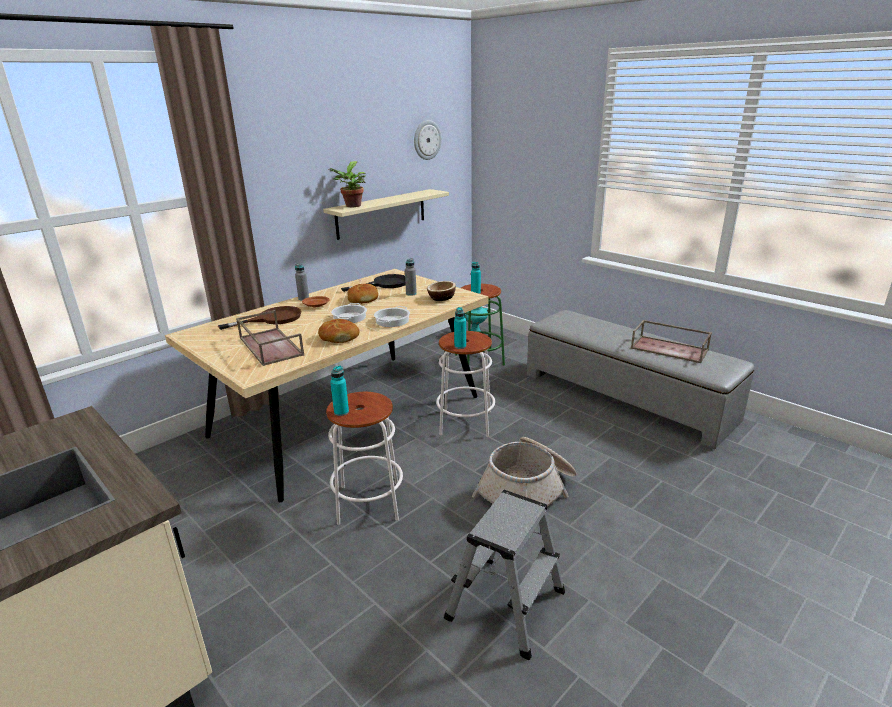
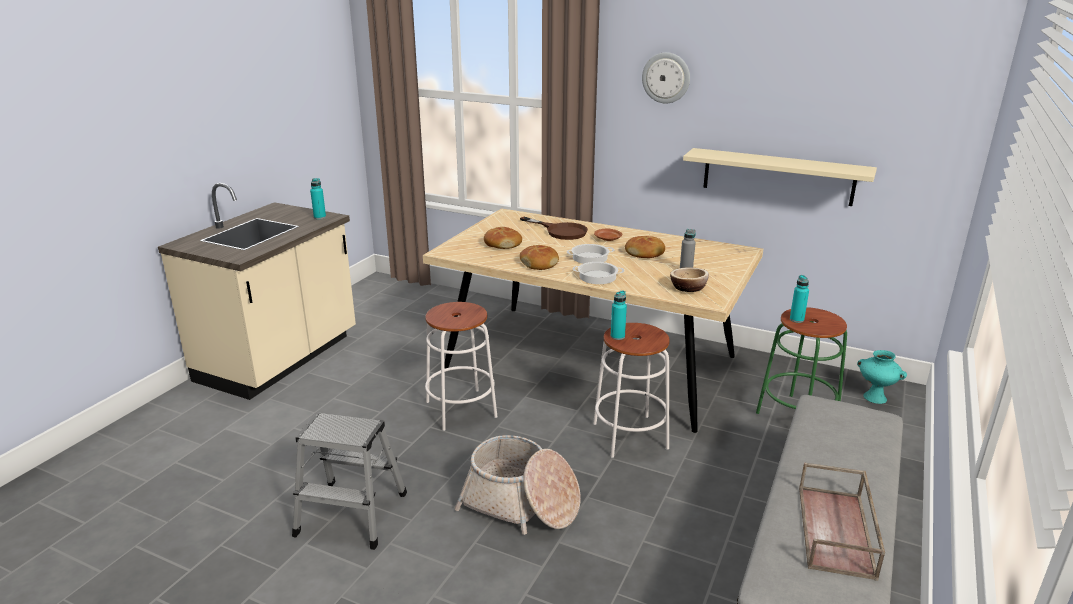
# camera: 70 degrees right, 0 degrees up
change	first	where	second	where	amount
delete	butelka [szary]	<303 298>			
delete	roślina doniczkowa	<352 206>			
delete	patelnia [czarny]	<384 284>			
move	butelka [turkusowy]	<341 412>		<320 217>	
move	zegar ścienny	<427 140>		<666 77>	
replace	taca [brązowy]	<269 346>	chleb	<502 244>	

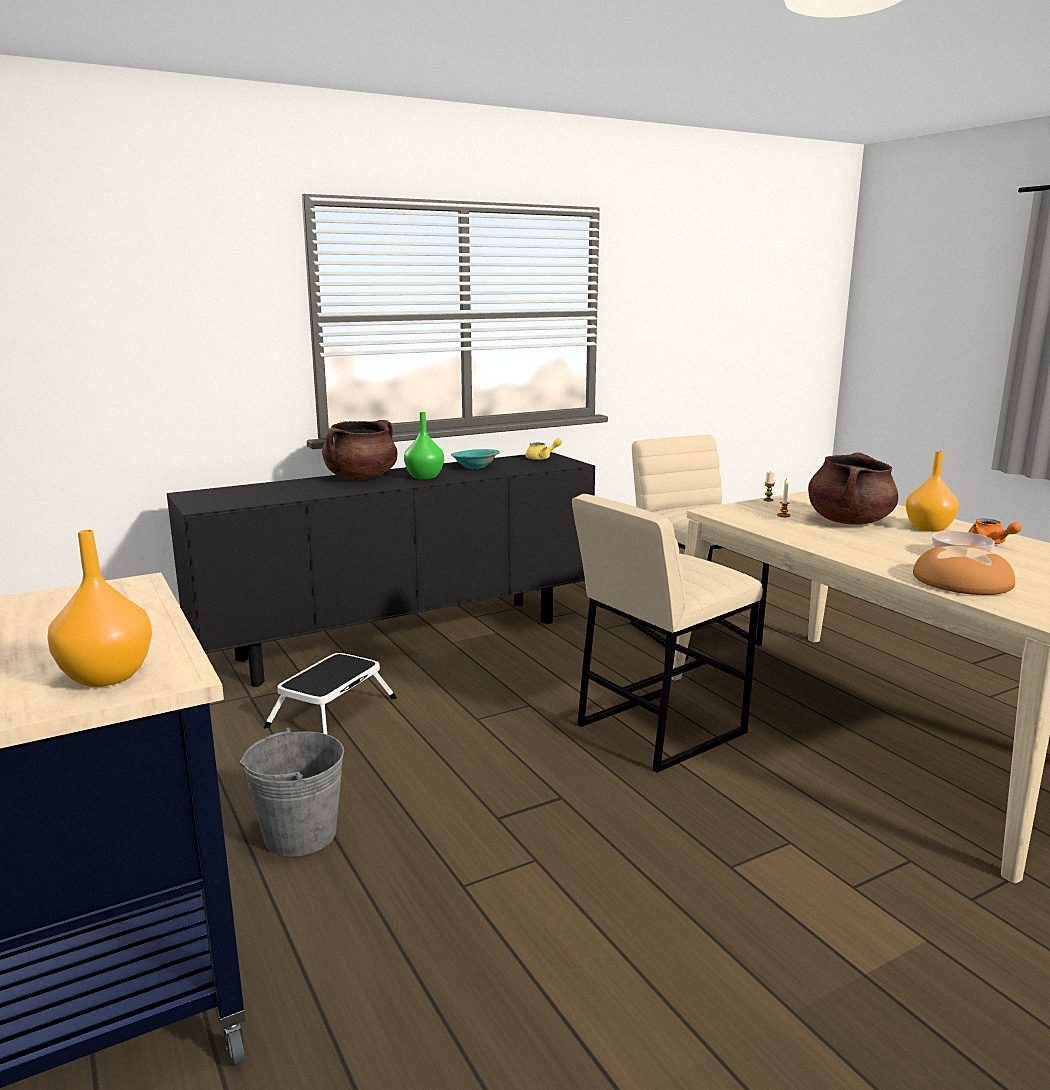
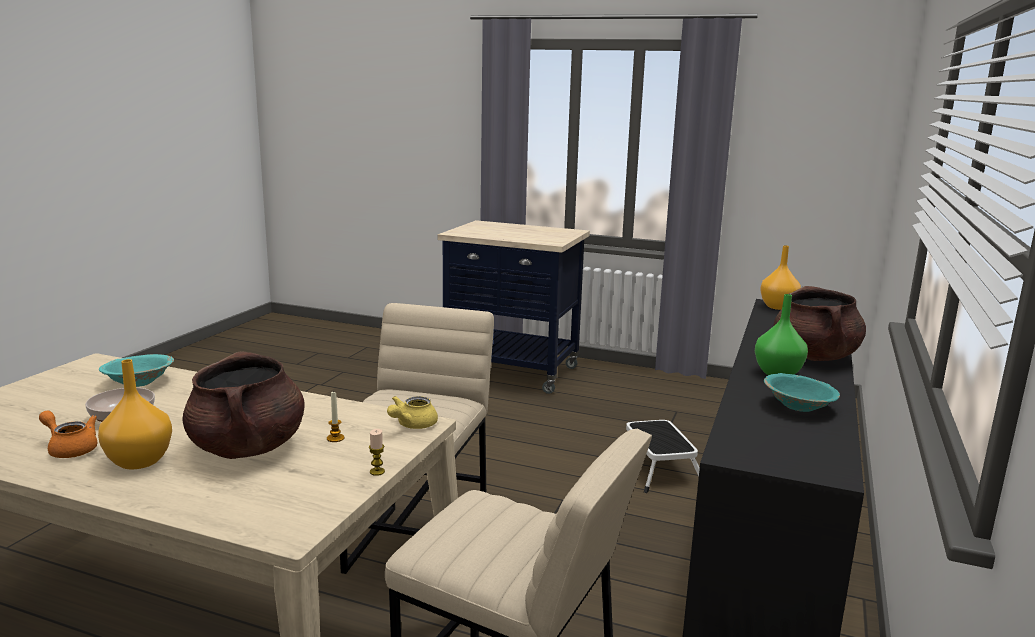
# camera: 140 degrees right, 0 degrees up
change	first	where	second	where	amount
delete	wiadro [szary]	<300 834>			
move	wazon [pomarańczowy]	<105 677>		<777 307>	
move	imbryk [żółty]	<542 458>		<412 425>	
replace	chleb	<963 581>	miska [turkusowy]	<139 382>	

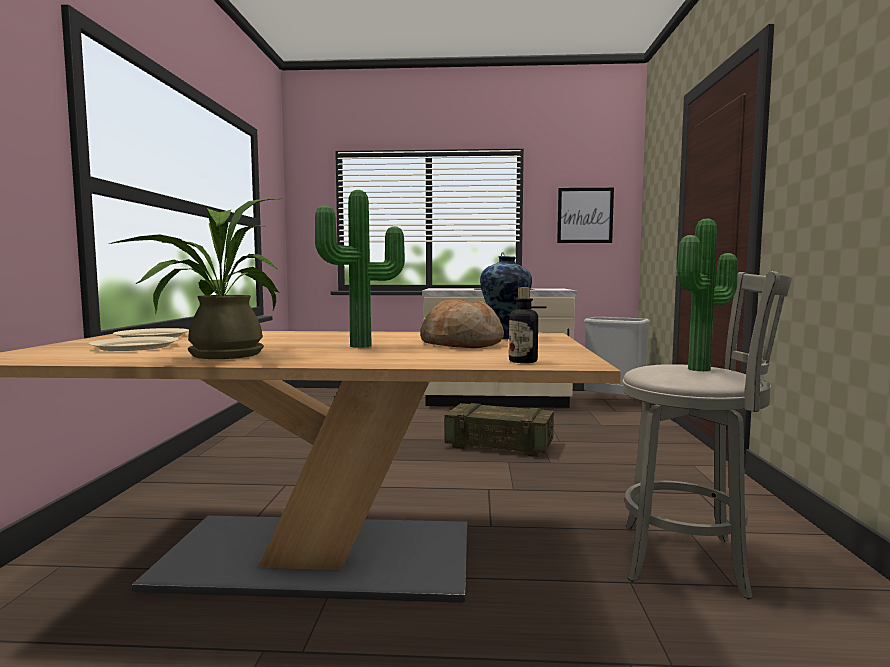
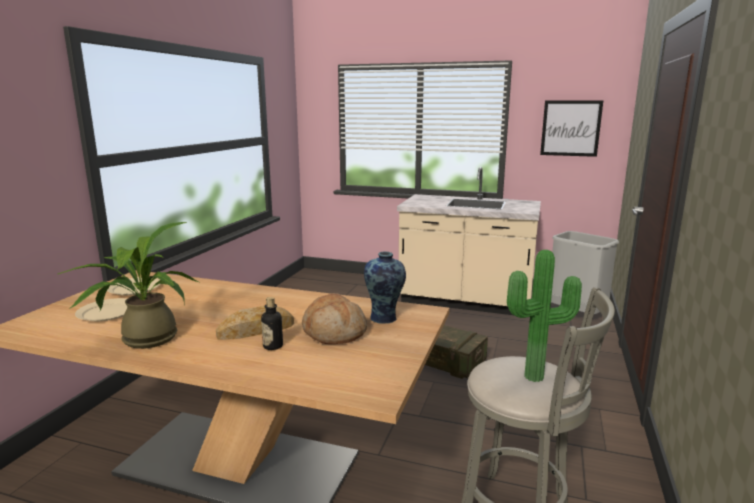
# camera: 15 degrees right, 10 degrees up
change	first	where	second	where	amount
move	butelka	<523 361>		<273 346>	
replace	roślina doniczkowa	<363 346>	chleb	<256 330>	

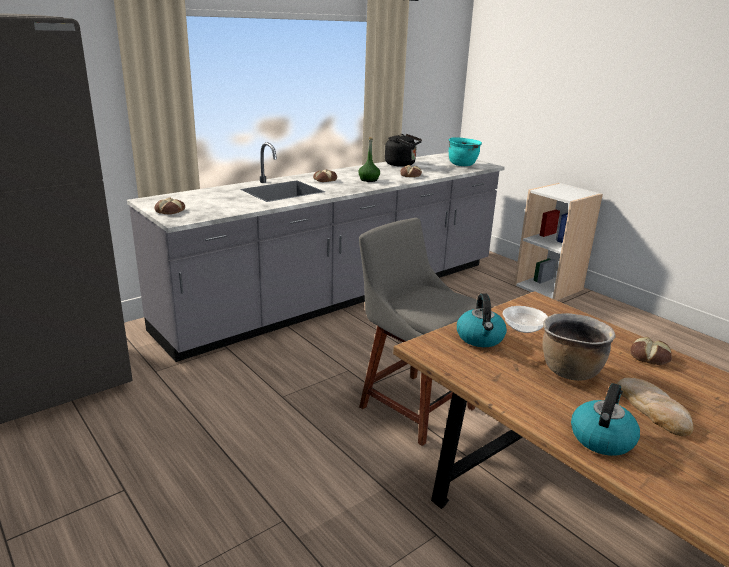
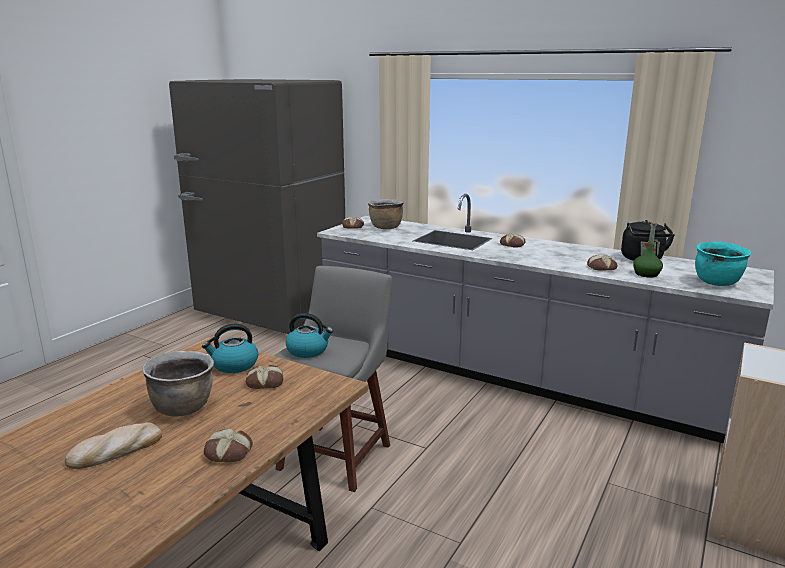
# camera: 70 degrees right, 5 degrees down
change	first	where	second	where	amount
insert			garnek [brązowy]	<385 227>	
move	butelka [zielony]	<369 180>		<646 274>	
move	czajnik	<601 438>		<308 350>	
replace	miska	<523 328>	chleb	<265 382>	

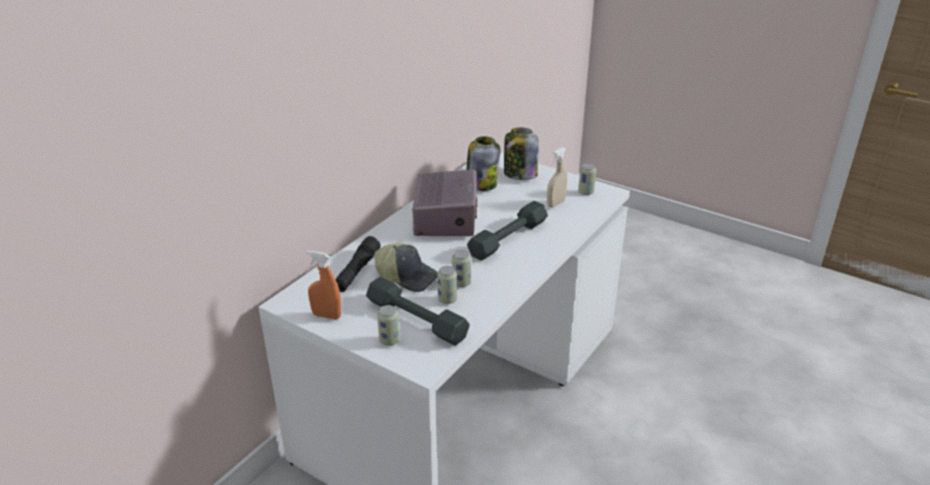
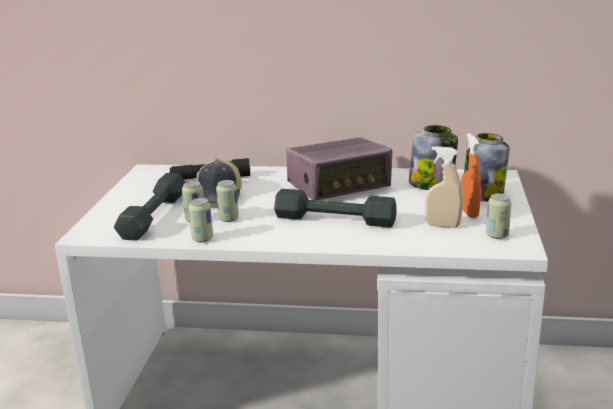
# camera: 65 degrees right, 10 degrees down
change	first	where	second	where	amount
move	spryskiwacz [pomarańczowy]	<326 315>		<469 213>	
move	puszka	<389 340>		<202 239>	

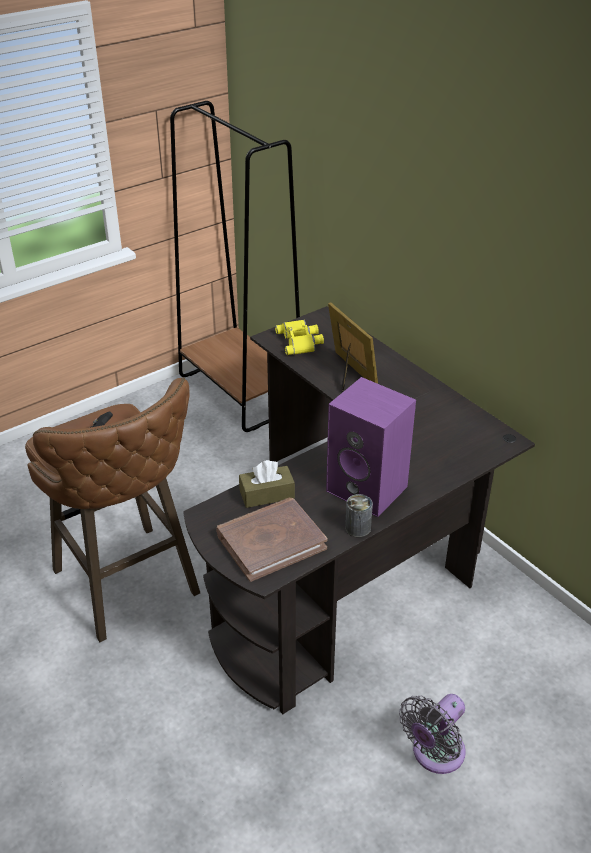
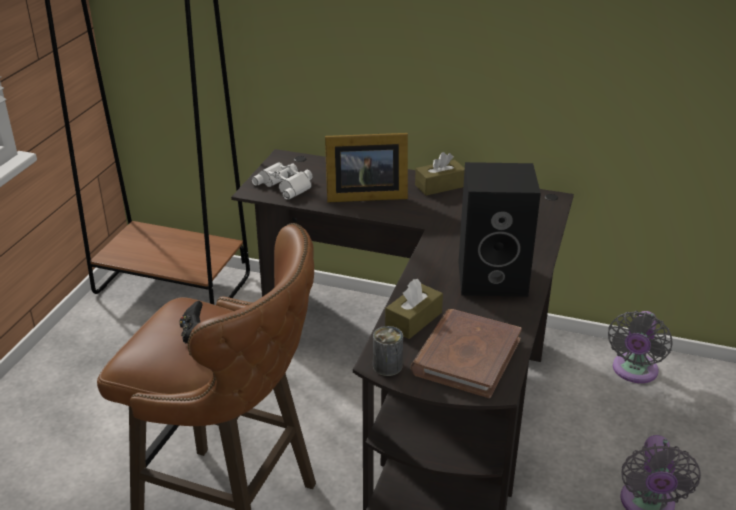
# camera: 35 degrees left, 5 degrees down
change	first	where	second	where	amount
insert			pudełko chusteczek [brązowy]	<440 186>	
insert			wentylator [szary]	<633 371>	
move	puszka	<358 528>		<387 366>	
recolor	lornetka [żółty]	<300 341>	lornetka [biały]	<286 184>	
recolor	głośnik [fioletowy]	<369 489>	głośnik [czarny]	<494 278>	
rotate	ramka na zdjęcie	<349 373>		<363 195>	150 degrees clockwise

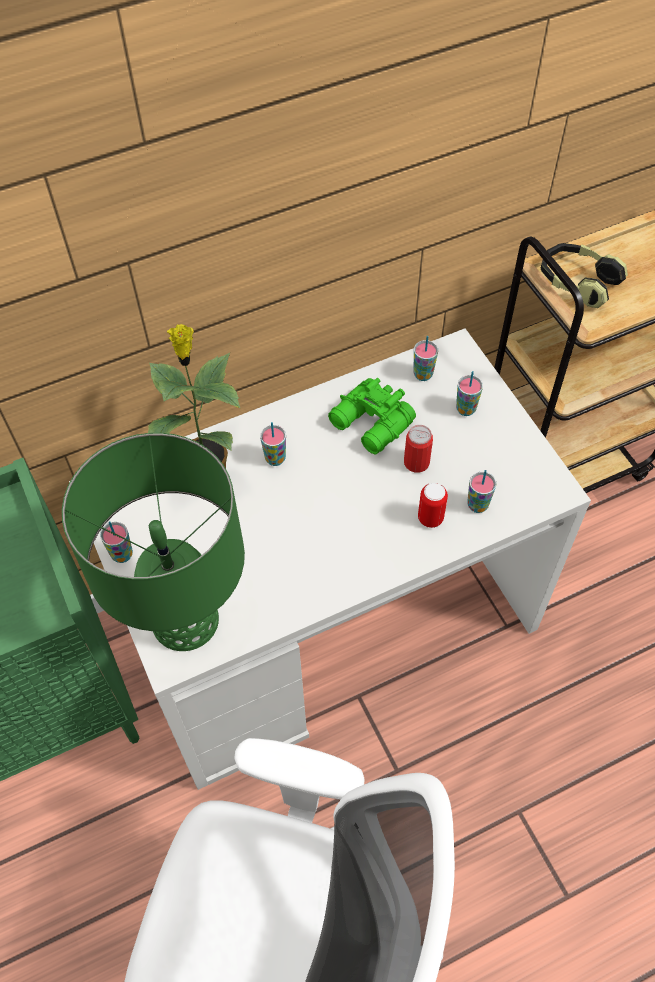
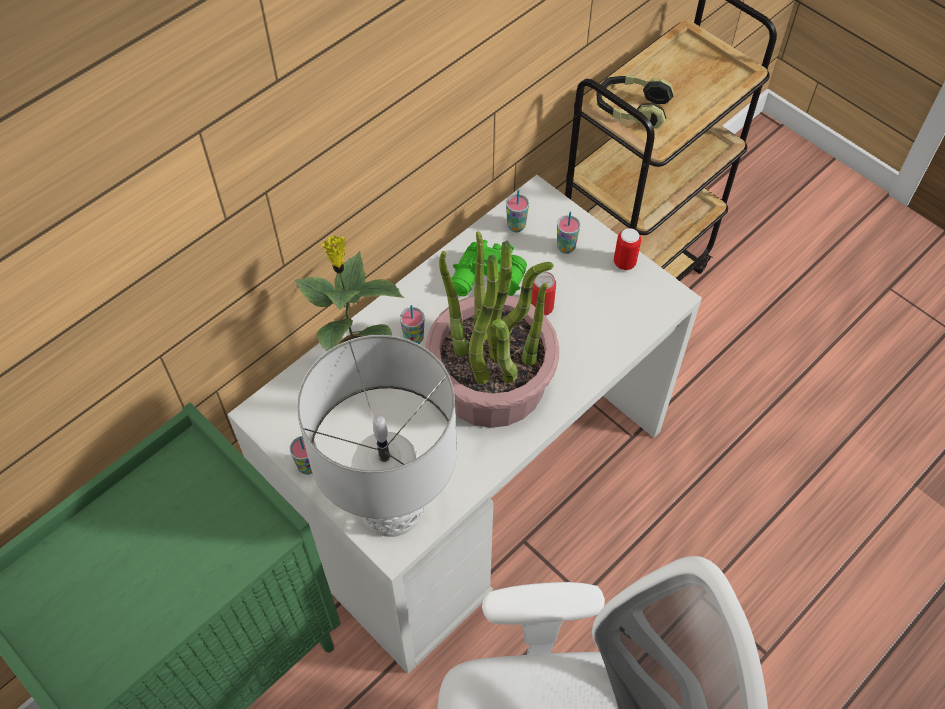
# camera: 20 degrees left, 0 degrees up
change	first	where	second	where	amount
delete	filiżanka	<477 505>			
insert			roślina doniczkowa	<491 382>	
move	puszka	<430 518>		<624 263>	
recolor	lampa stołowa [zielony]	<186 619>	lampa stołowa [biały]	<392 506>	

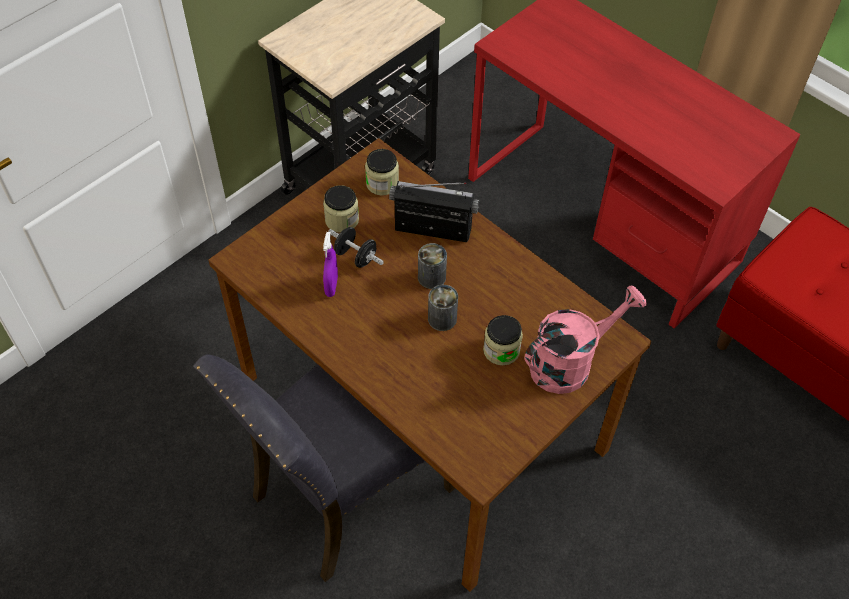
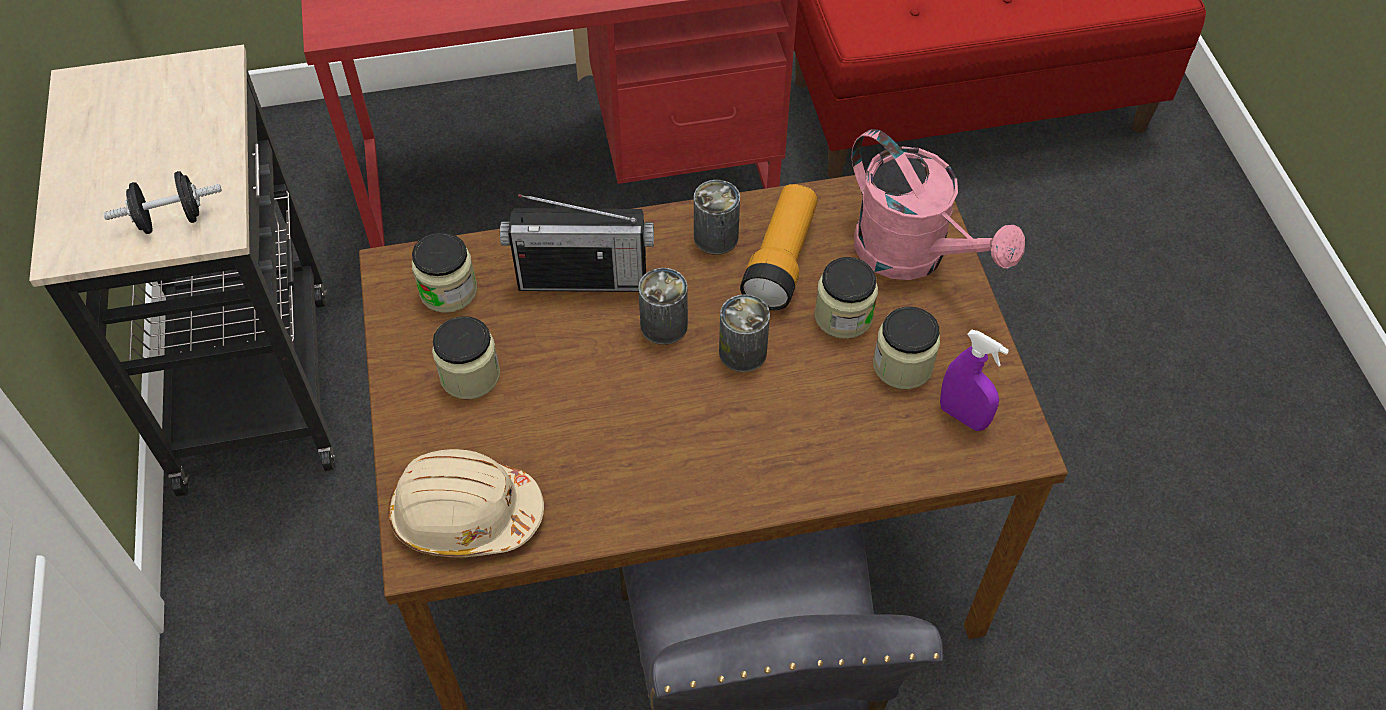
# camera: 55 degrees left, 0 degrees up
change	first	where	second	where	amount
insert			kask [beżowy]	<465 515>	
insert			puszka	<716 237>	
insert			latarka	<781 261>	
insert			słoik	<902 365>	
move	spryskiwacz [fioletowy]	<331 286>		<963 416>	
move	hantel [czarny]	<355 256>		<171 220>	
rotate	radio	<432 229>		<582 278>	135 degrees counterclockwise
rotate	konewka [różowy]	<570 362>		<913 256>	135 degrees clockwise

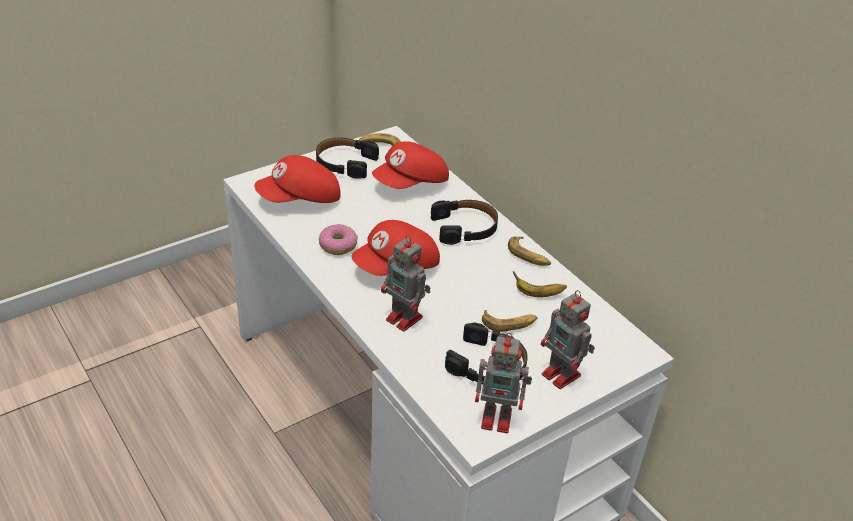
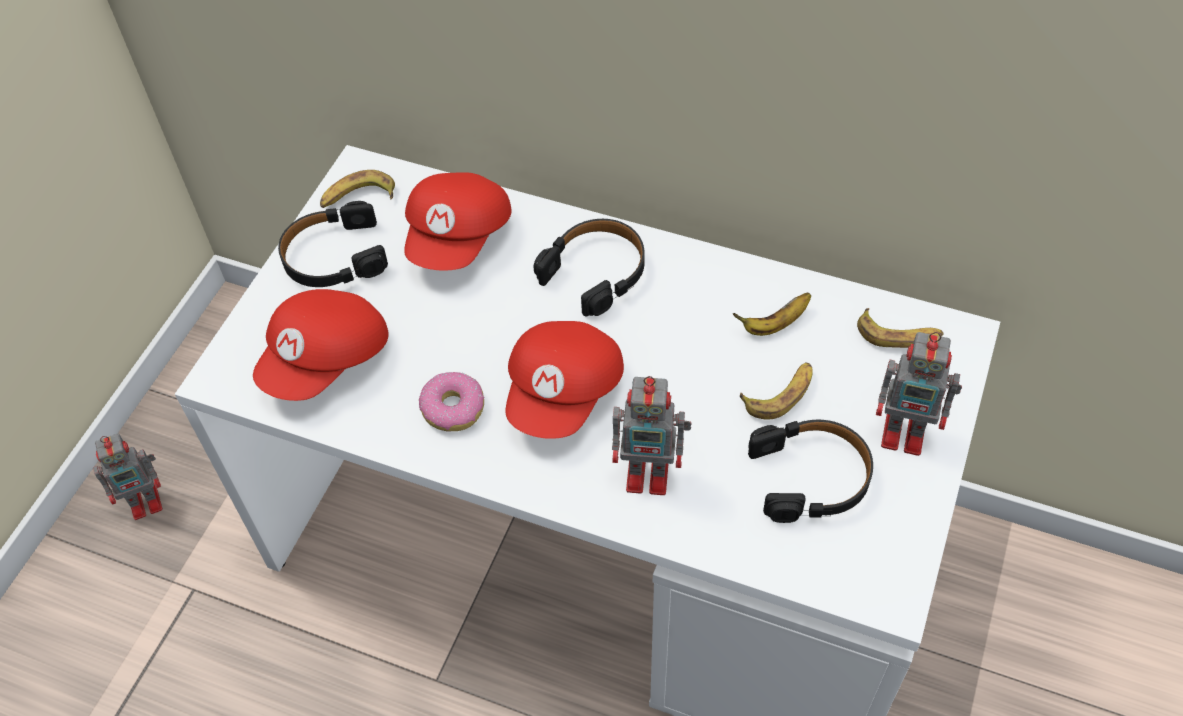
# camera: 30 degrees left, 15 degrees up
change	first	where	second	where	amount
move	robot zabawkowy	<498 419>		<147 500>	
move	banan	<528 256>		<898 335>	

